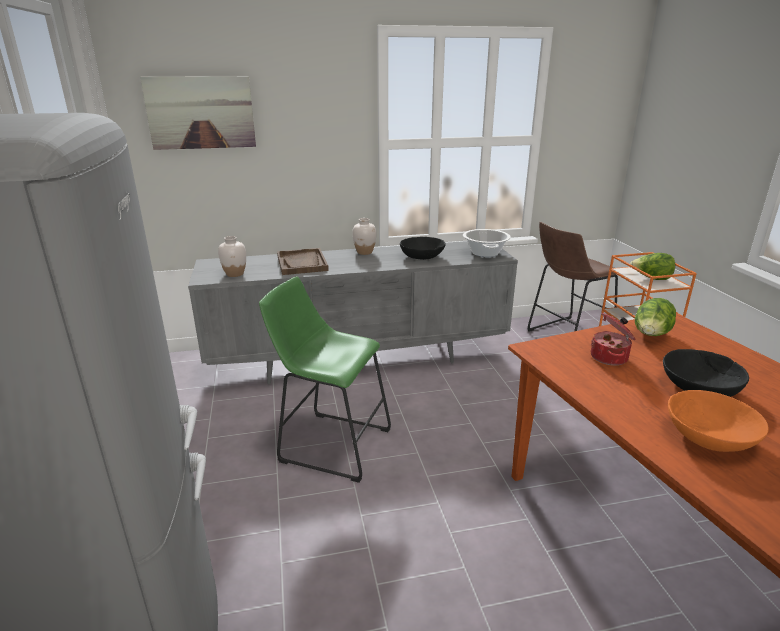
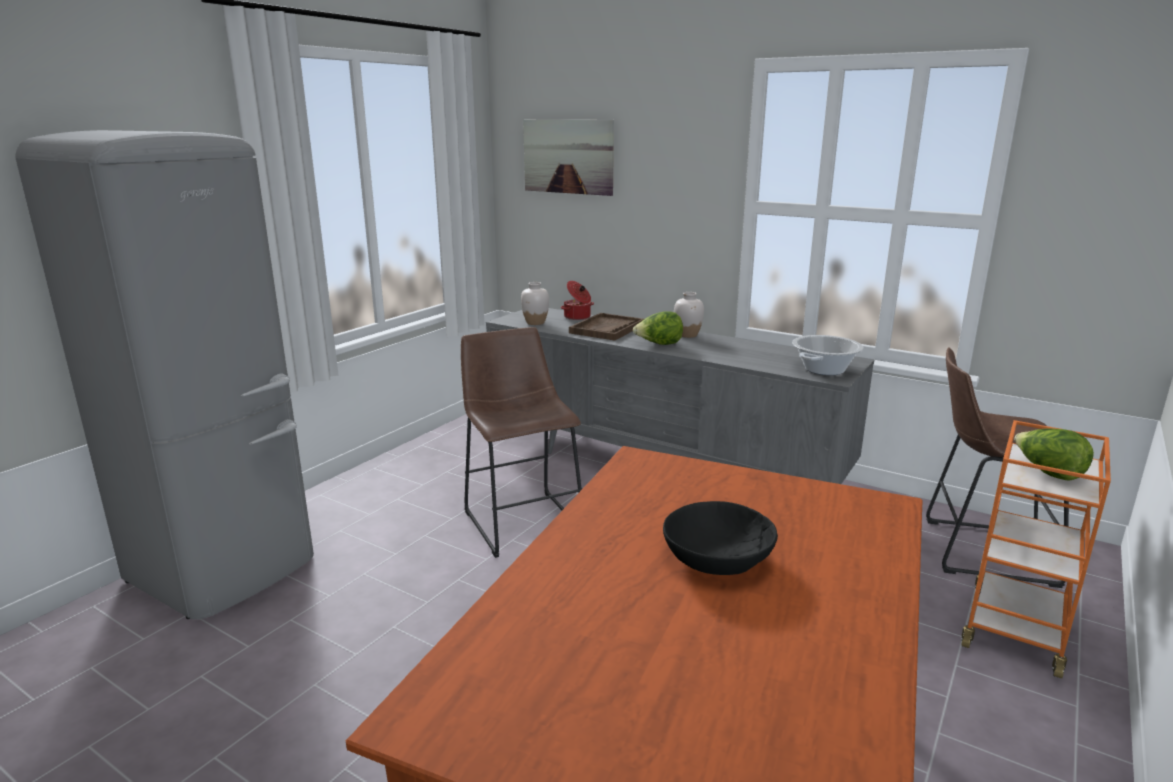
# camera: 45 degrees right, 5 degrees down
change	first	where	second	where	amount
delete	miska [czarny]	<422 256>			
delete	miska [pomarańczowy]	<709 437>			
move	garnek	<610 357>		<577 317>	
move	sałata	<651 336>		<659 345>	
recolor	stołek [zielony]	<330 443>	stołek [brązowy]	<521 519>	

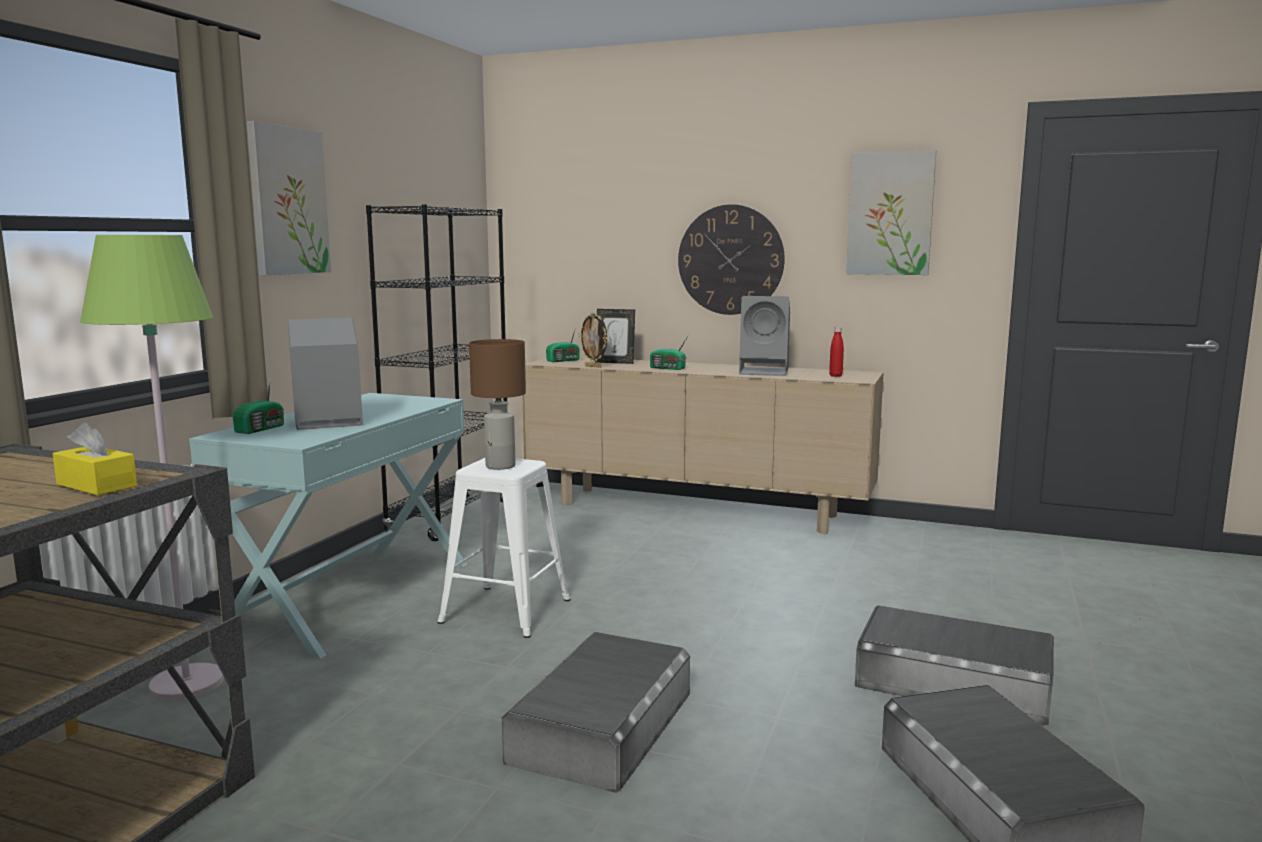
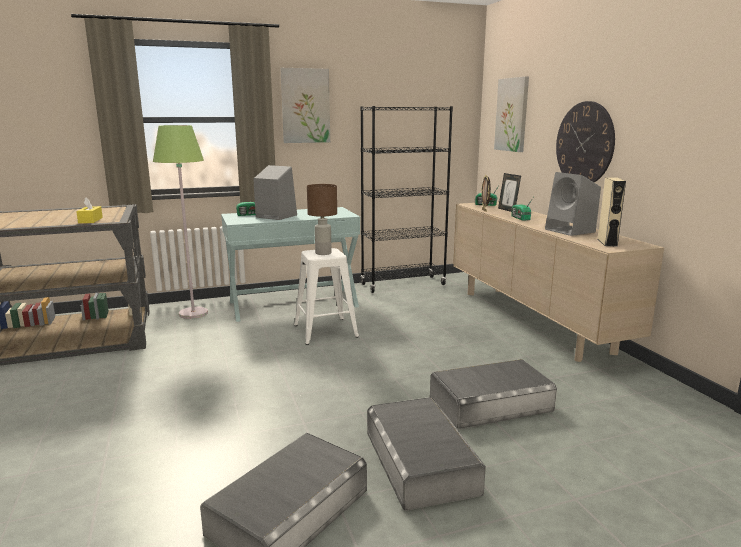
# camera: 50 degrees right, 5 degrees up
change	first	where	second	where	amount
move	pojemnik do przechowywania [szary]	<602 726>		<490 403>	
move	obraz	<890 214>		<512 115>	
replace	butelka [czerwony]	<835 376>	głośnik [beżowy]	<607 242>	

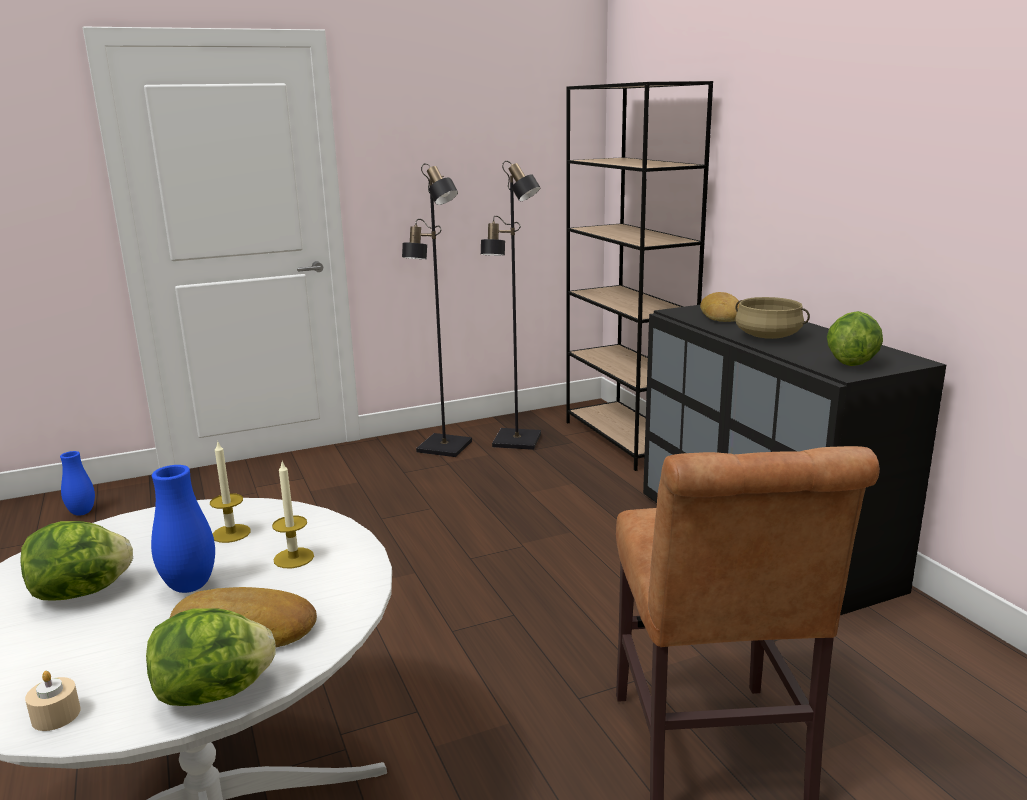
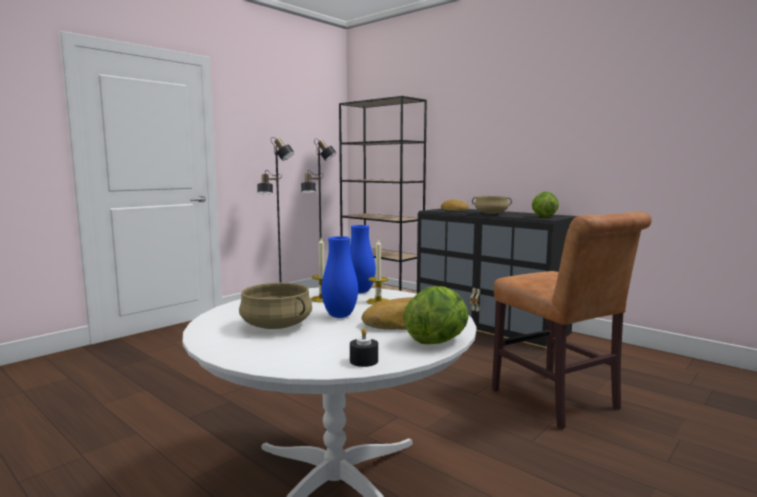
# camera: 25 degrees left, 10 degrees down
change	first	where	second	where	amount
move	wazon [niebieski]	<82 513>		<360 291>	
replace	sałata	<82 592>	garnek [beżowy]	<276 326>	
recolor	świeca [beżowy]	<56 715>	świeca [czarny]	<364 361>	

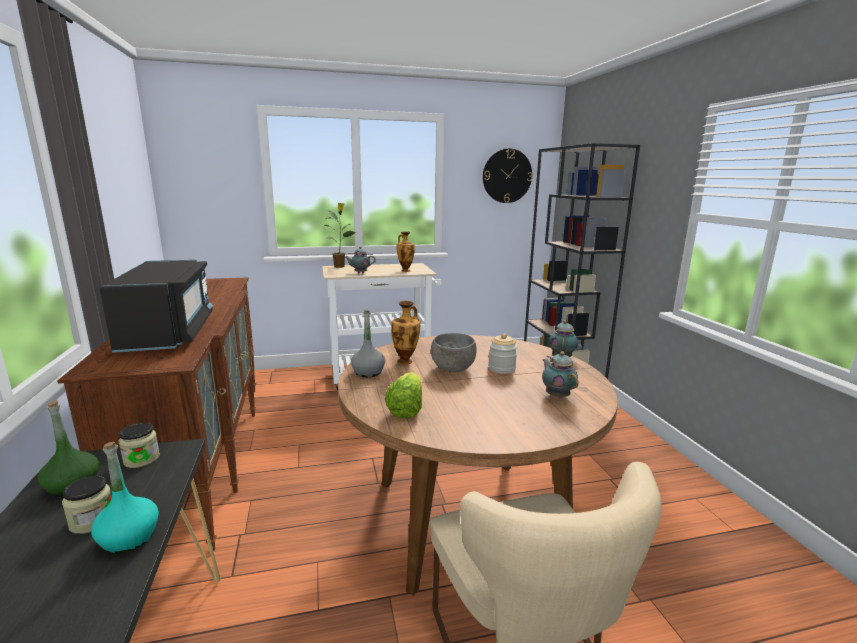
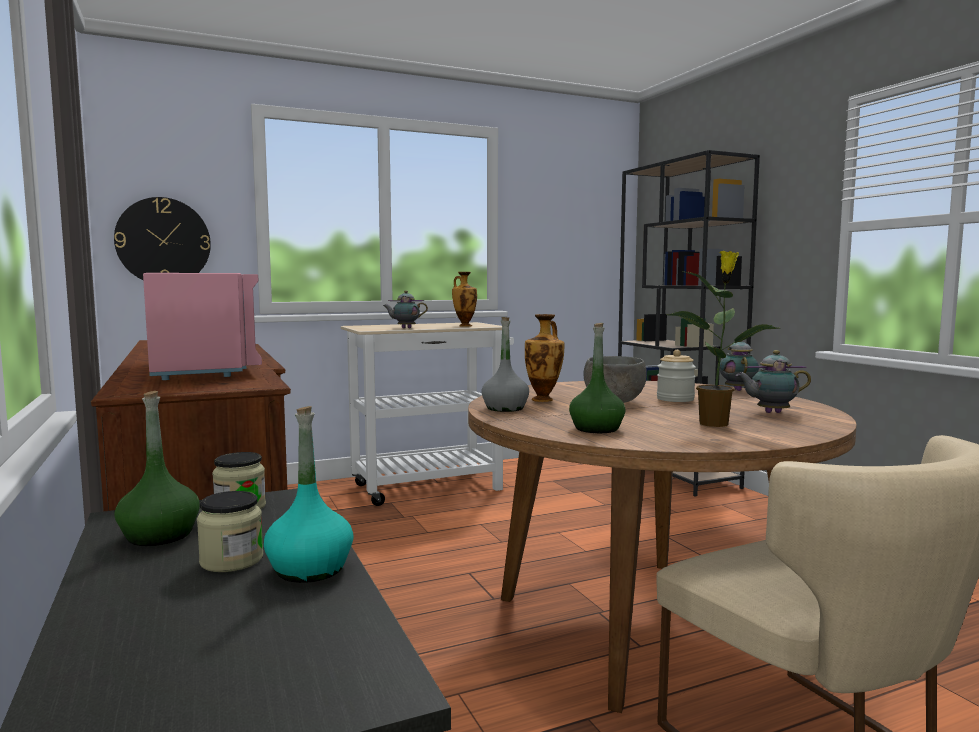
# camera: 10 degrees left, 10 degrees down
change	first	where	second	where	amount
move	roślina doniczkowa	<340 266>		<715 423>	
move	zegar ścienny	<507 176>		<163 241>	
replace	sałata	<406 409>	butelka [zielony]	<596 429>	
recolor	mikrofalówka [czarny]	<169 333>	mikrofalówka [różowy]	<201 369>	
rotate	imbryk	<557 396>		<770 412>	60 degrees counterclockwise

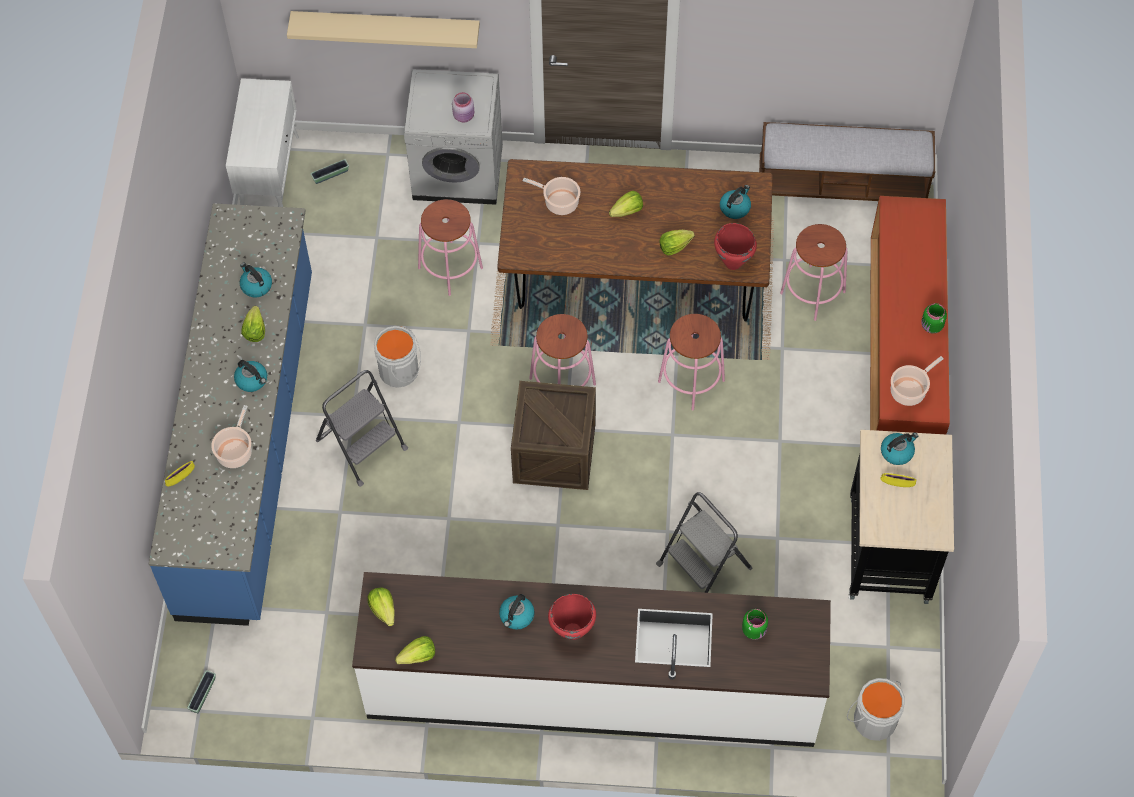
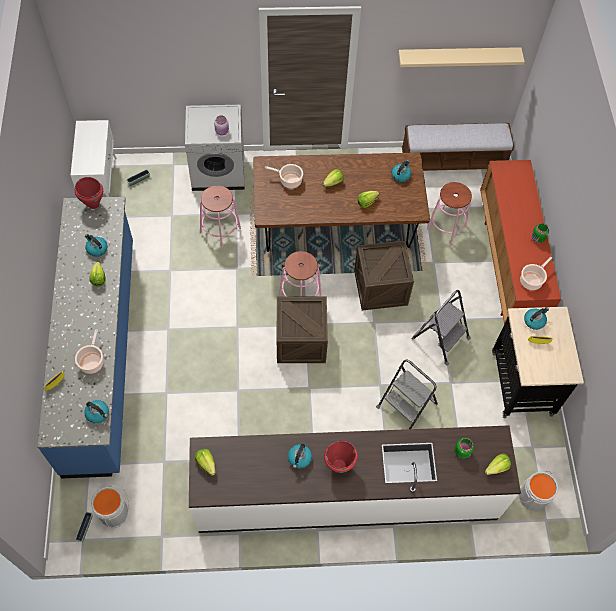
# camera: 10 degrees left, 0 degrees up
change	first	where	second	where	amount
move	czajnik	<252 380>		<98 414>	
move	półka [beżowy]	<386 26>		<458 56>	
move	drabinka [szary]	<359 441>		<439 336>	
move	wiadro [szary]	<401 371>		<115 512>	
move	sałata	<418 656>		<496 467>	
move	garnek [czerwony]	<733 262>		<93 204>	
replace	stołek [różowy]	<691 381>	skrzynka	<380 287>	

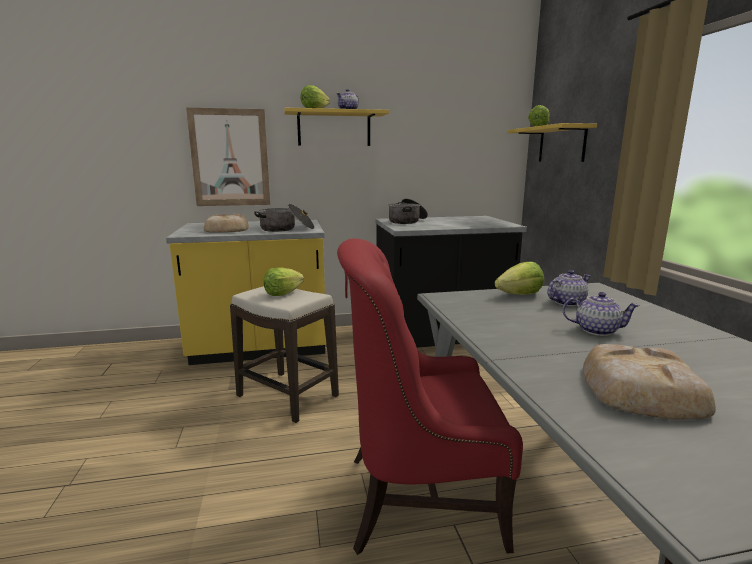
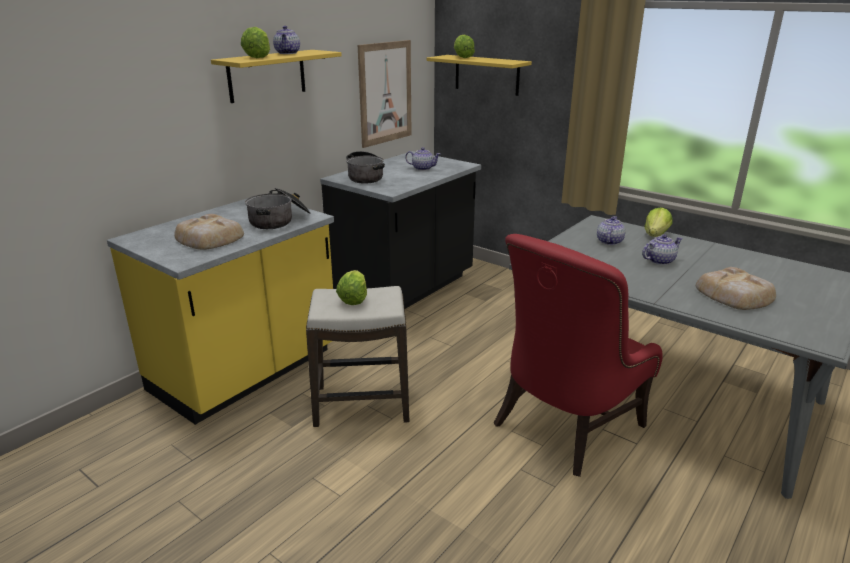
# camera: 40 degrees left, 10 degrees up
change	first	where	second	where	amount
insert			imbryk	<422 168>	
move	obraz	<230 158>		<385 93>	
move	sałata	<519 295>		<655 235>	

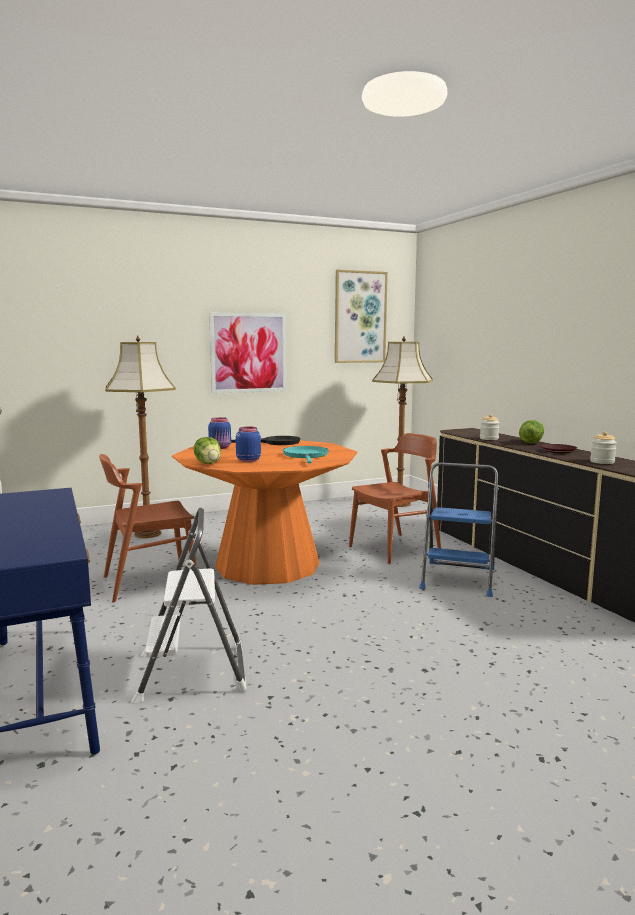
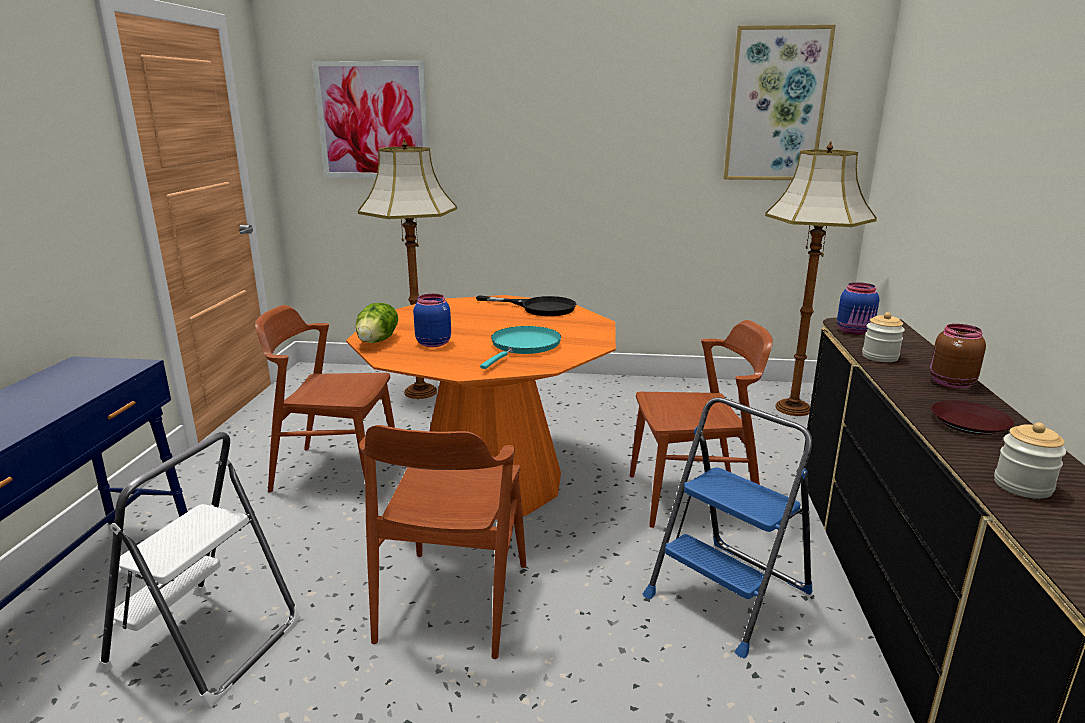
# camera: 30 degrees right, 10 degrees up
change	first	where	second	where	amount
insert			krzesło [brązowy]	<453 601>	
move	słoik [niebieski]	<220 448>		<855 331>	
move	obraz	<248 353>		<373 120>	
replace	sałata	<530 442>	słoik [brązowy]	<950 383>	

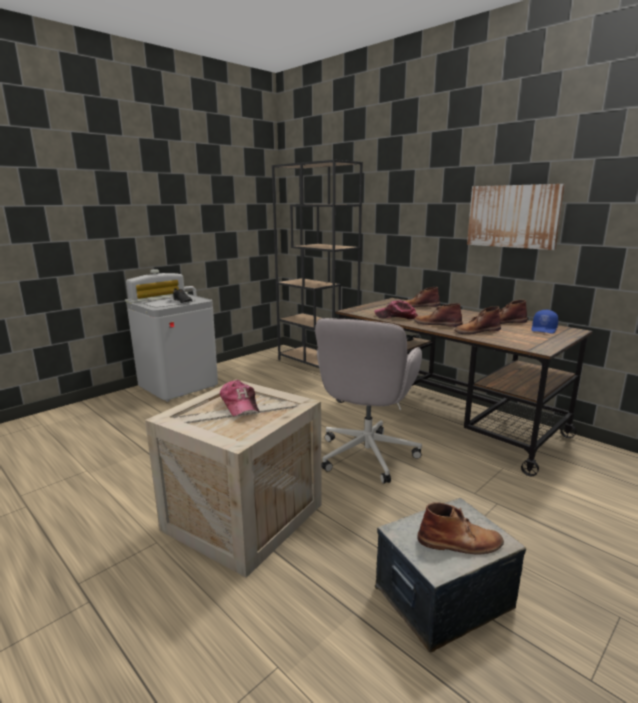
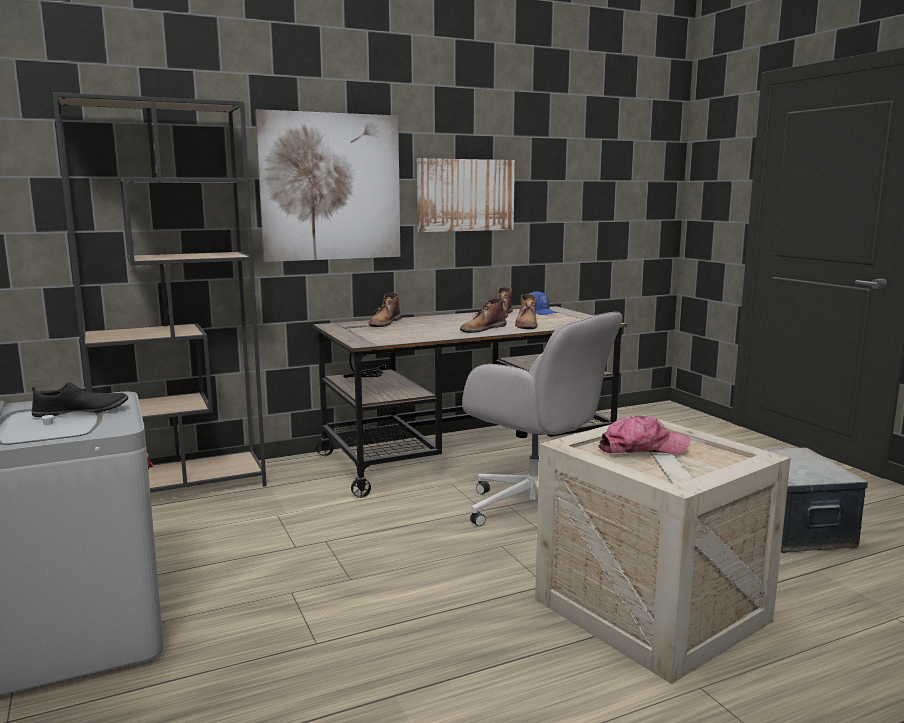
# camera: 70 degrees left, 5 degrees down
change	first	where	second	where	amount
delete	czapka z daszkiem	<396 317>			
delete	but z cholewką [brązowy]	<460 543>			
insert			obraz	<331 187>	

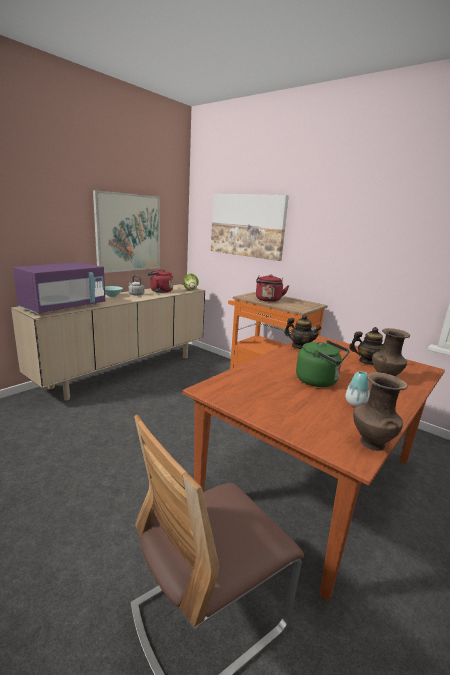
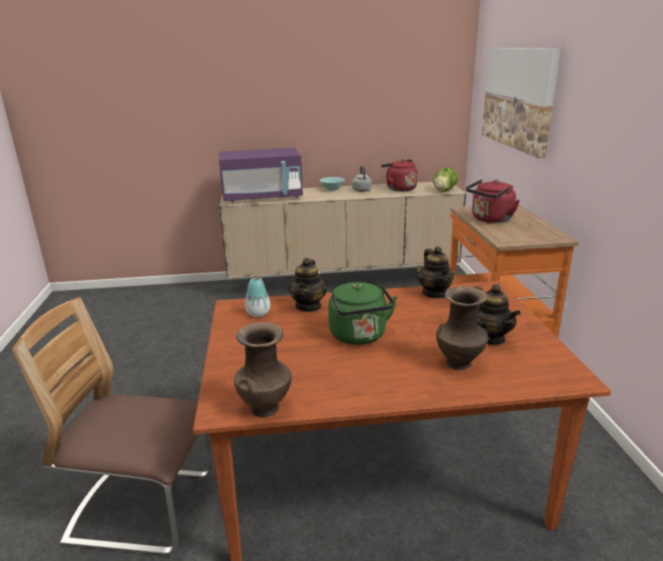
# camera: 45 degrees right, 5 degrees up
change	first	where	second	where	amount
delete	obraz	<128 233>			
insert			imbryk	<308 306>	
move	wazon	<355 403>		<258 313>	

